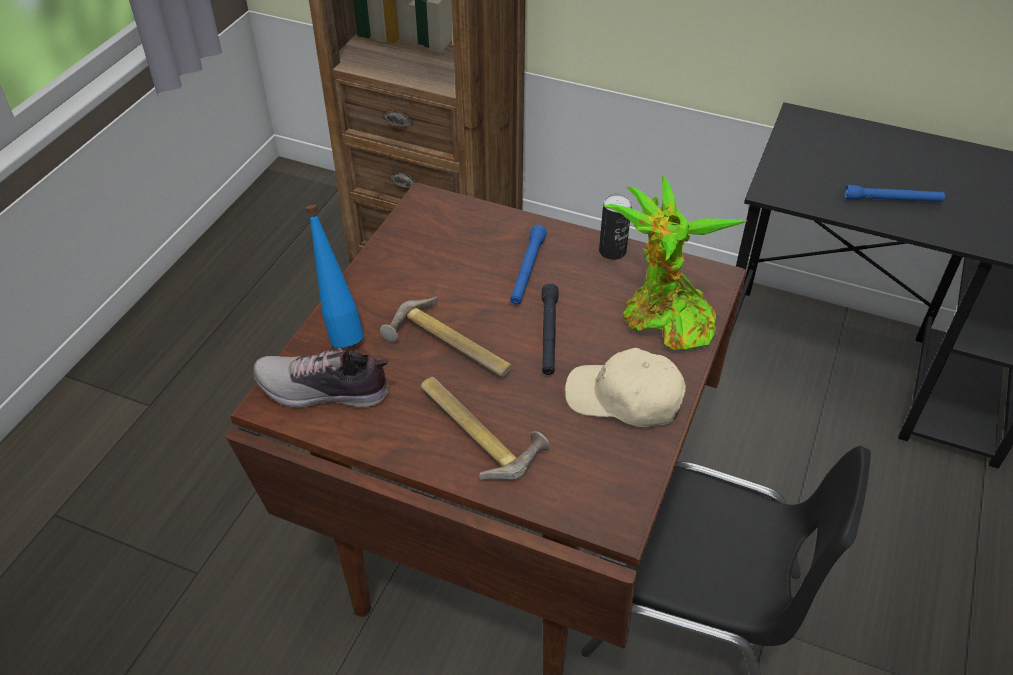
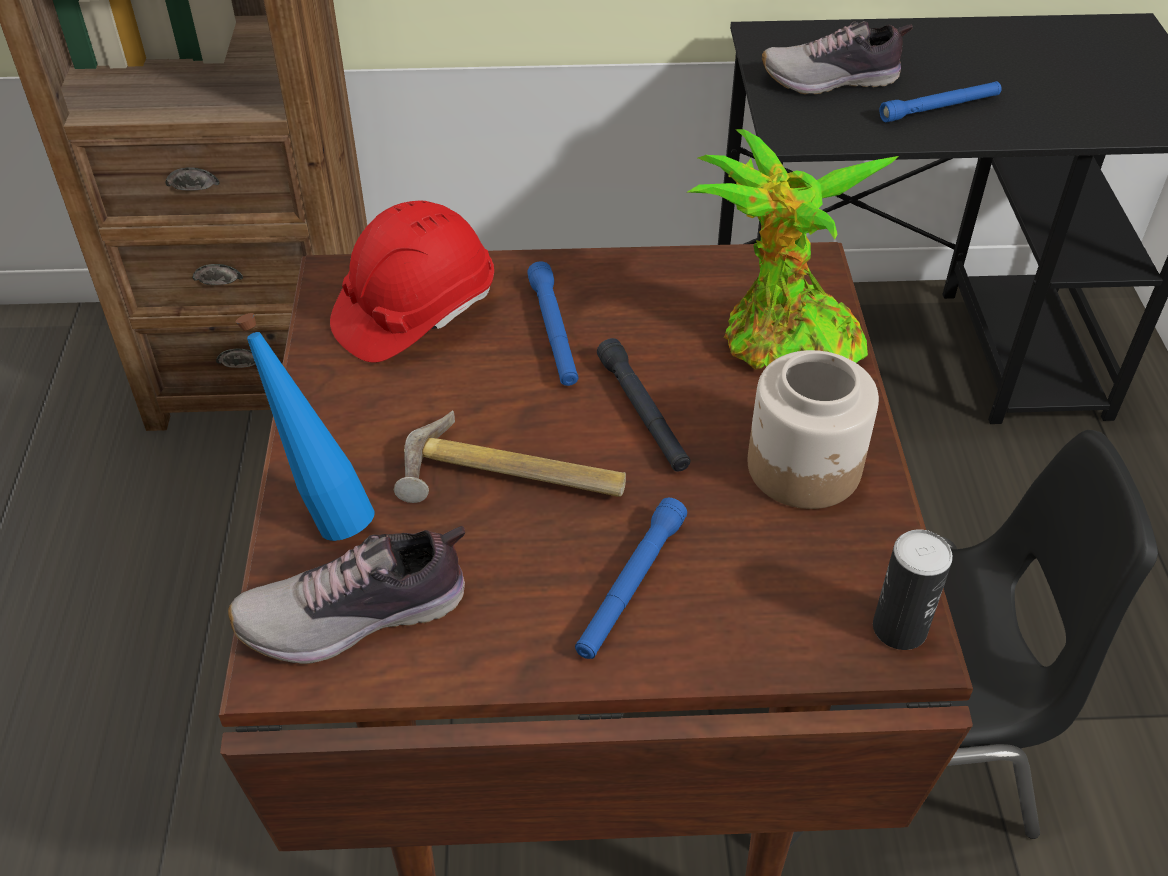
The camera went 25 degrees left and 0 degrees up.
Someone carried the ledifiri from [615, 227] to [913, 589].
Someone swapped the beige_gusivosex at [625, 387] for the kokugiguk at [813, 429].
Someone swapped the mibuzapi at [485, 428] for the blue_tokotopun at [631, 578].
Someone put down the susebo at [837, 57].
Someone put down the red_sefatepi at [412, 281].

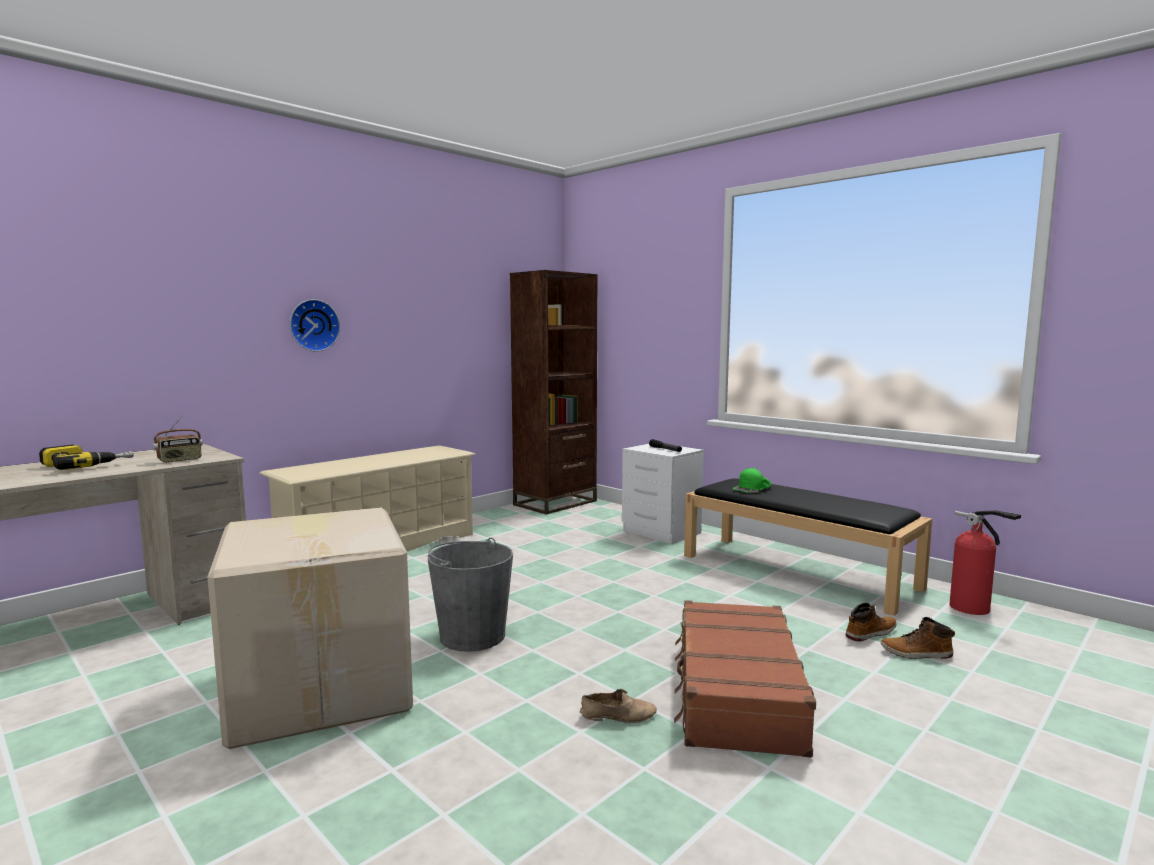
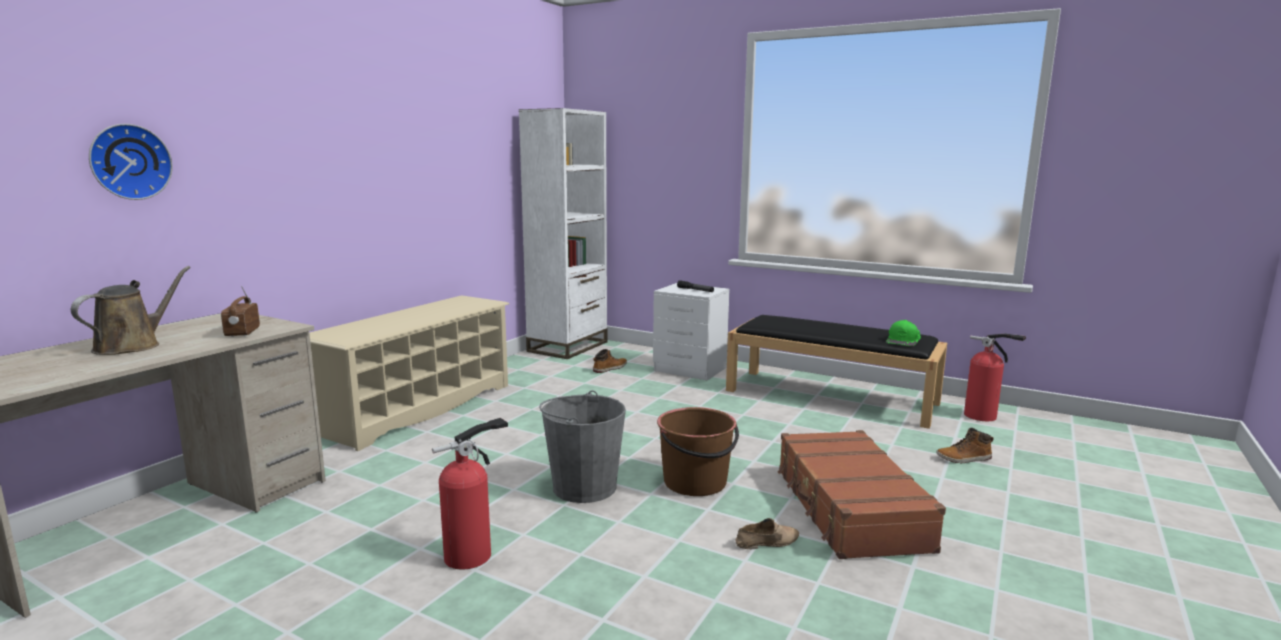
The camera went 15 degrees left and 5 degrees up.
Someone repainted the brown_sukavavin at [553, 392], which became the white_sukavavin at [563, 233].
Someone carried the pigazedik from [315, 325] to [131, 162].
Someone rotated the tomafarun at [178, 439] by 135 degrees clockwise.
Someone swapped the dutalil at [86, 457] for the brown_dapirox at [131, 310].
Someone carried the green_gusivosex from [751, 480] to [903, 333].
Someone swapped the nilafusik at [310, 628] for the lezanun at [470, 494].
Someone carried the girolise from [871, 622] to [610, 361].
Someone put down the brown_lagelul at [698, 451].

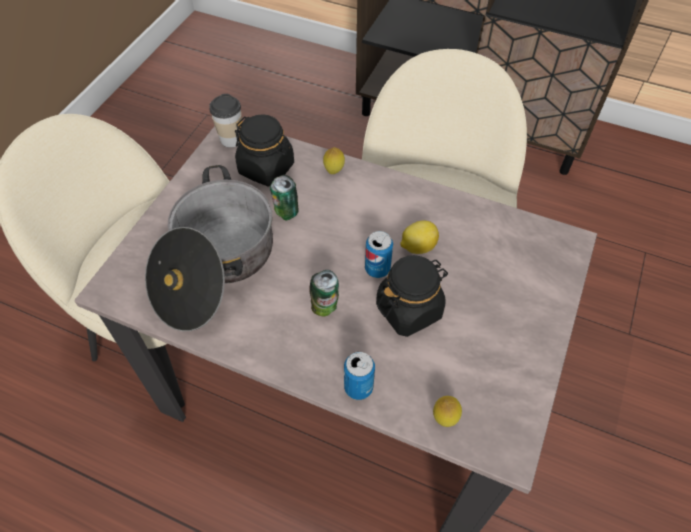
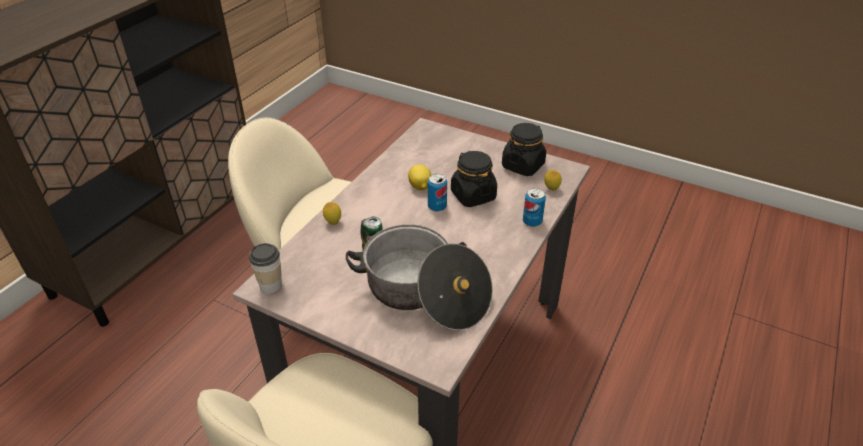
The camera went 85 degrees left and 15 degrees down.
Someone carried the black_kokugiguk from [264, 150] to [524, 149].
Someone took away the ledifiri at [324, 293].

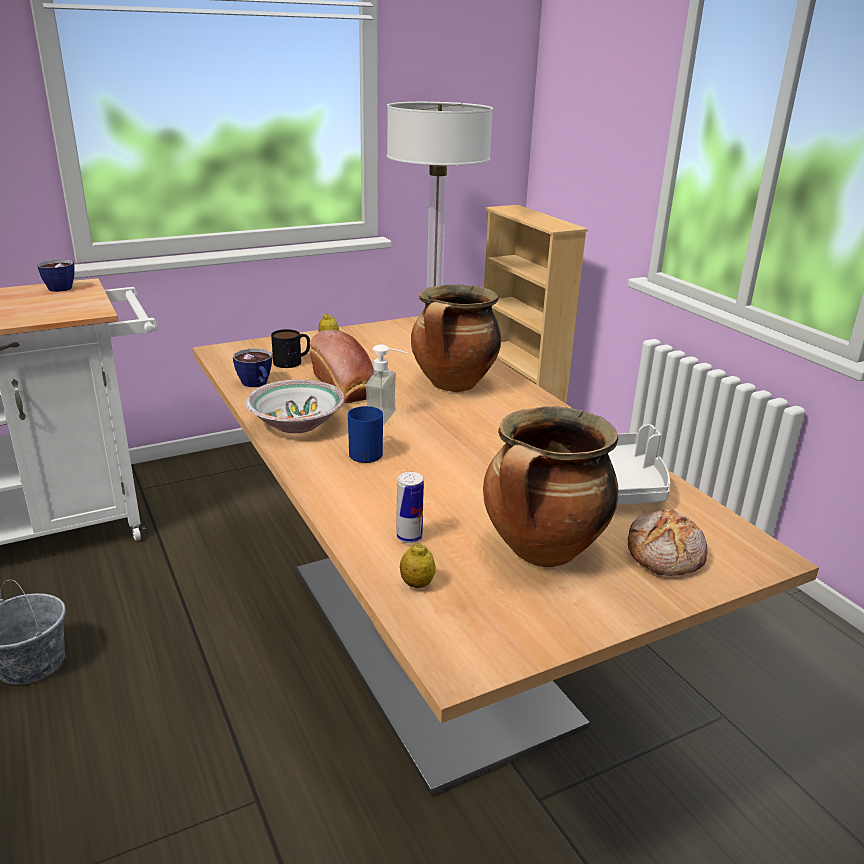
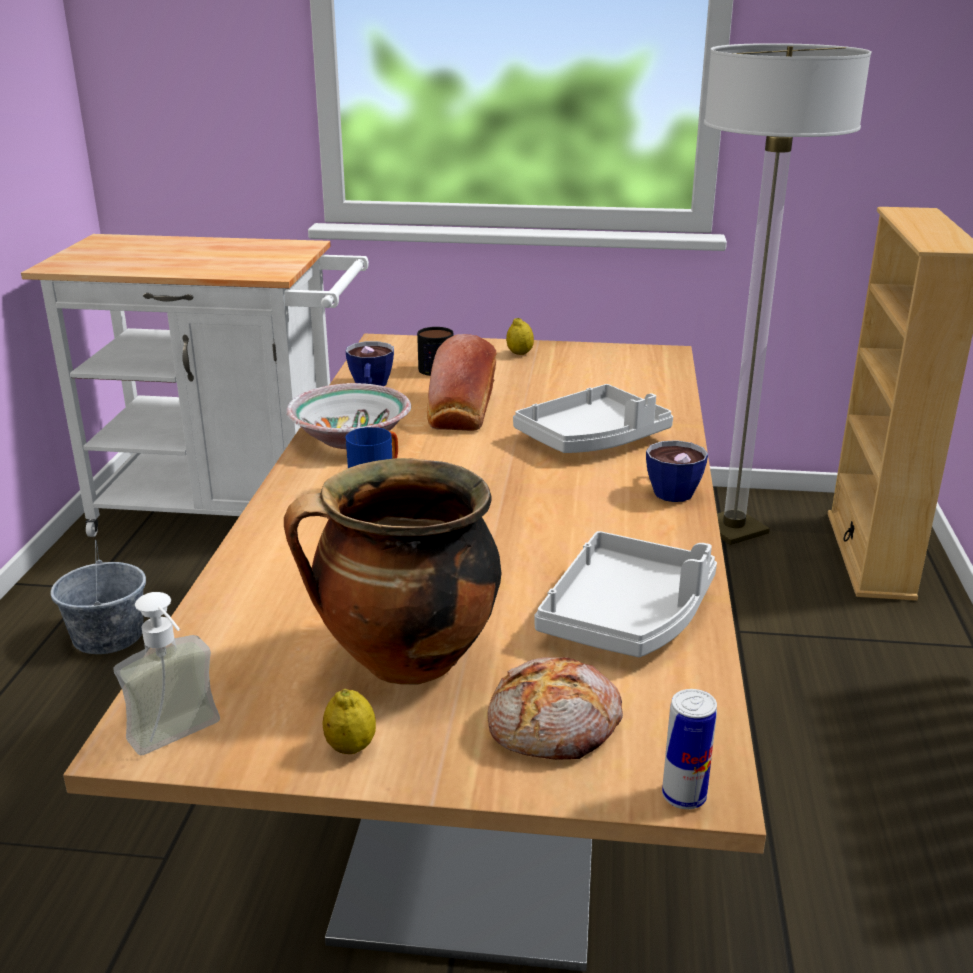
The camera went 35 degrees right and 0 degrees up.
Someone carried the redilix from [56, 276] to [677, 471].
Someone swapped the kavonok at [456, 338] for the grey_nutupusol at [593, 418].
Someone carried the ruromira from [386, 385] to [166, 673].
Someone carried the ledifiri from [410, 507] to [689, 749].
Someone carried the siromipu from [418, 566] to [349, 721].

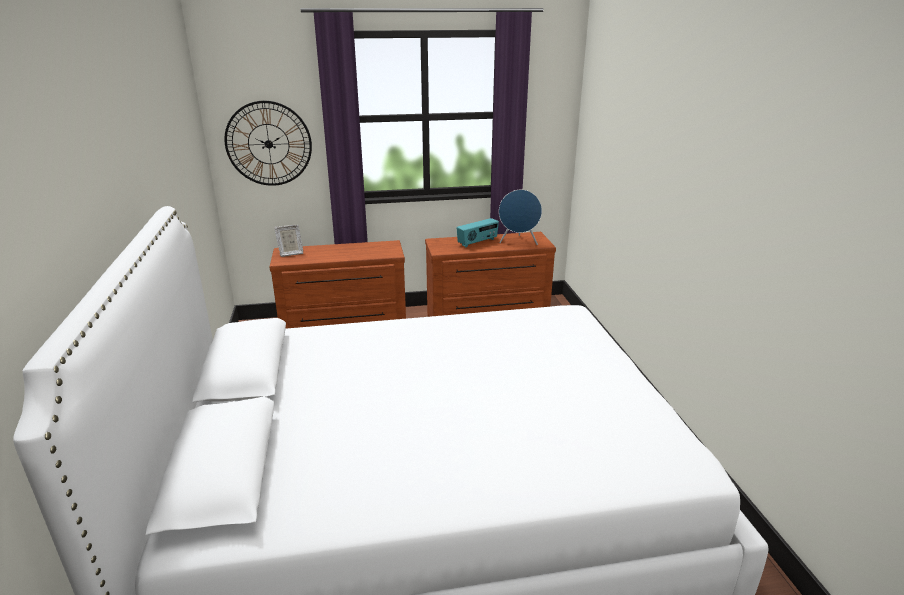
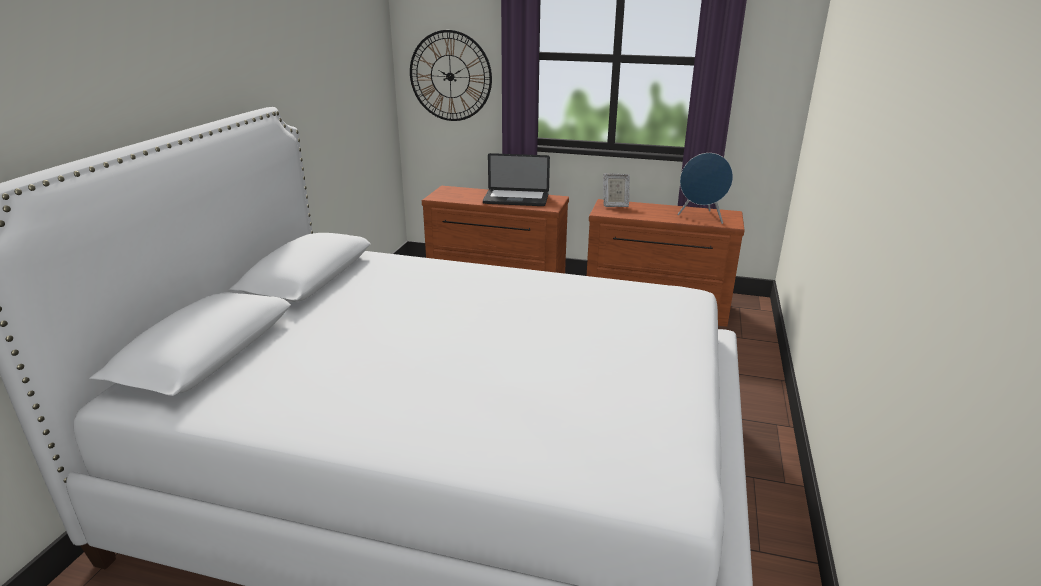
The camera went 25 degrees right and 0 degrees up.
Someone took away the tomafarun at [477, 232].
Someone carried the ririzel from [288, 241] to [616, 190].
Someone put down the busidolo at [516, 179].

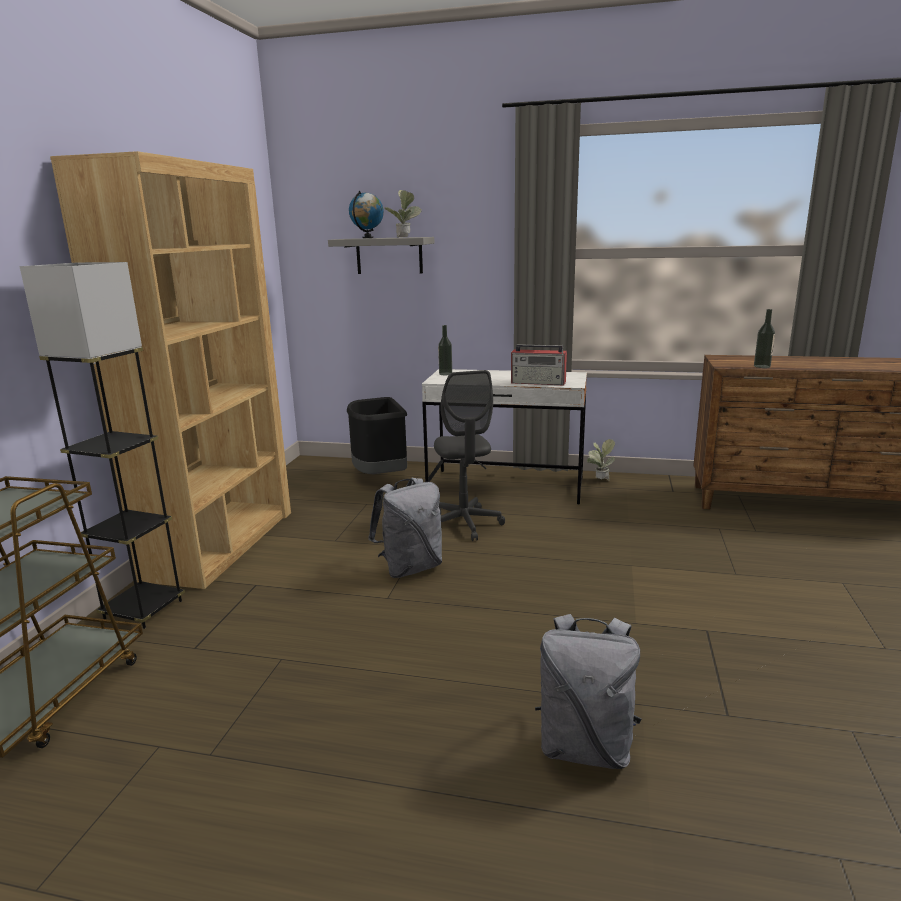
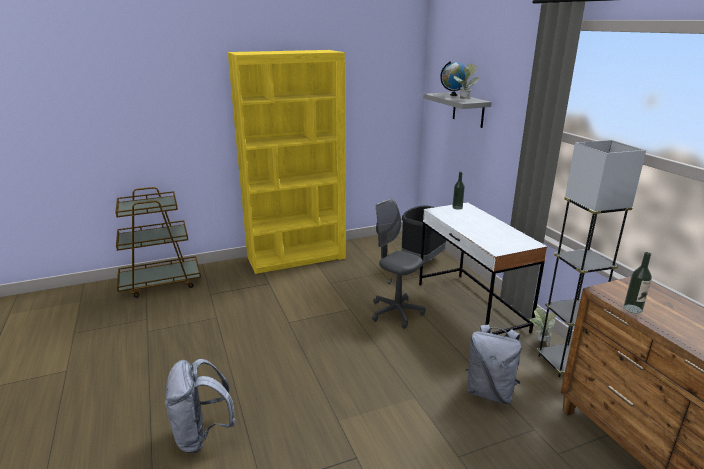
The camera went 55 degrees right and 5 degrees up.
Someone repainted the brown_sukavavin at [170, 370], which became the yellow_sukavavin at [287, 162].
Someone carried the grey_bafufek from [102, 445] to [591, 258].
Someone took away the tomafarun at [539, 365].
Someone rotated the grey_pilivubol at [469, 455] by 90 degrees clockwise.
Someone carried the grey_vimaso from [405, 528] to [494, 364].

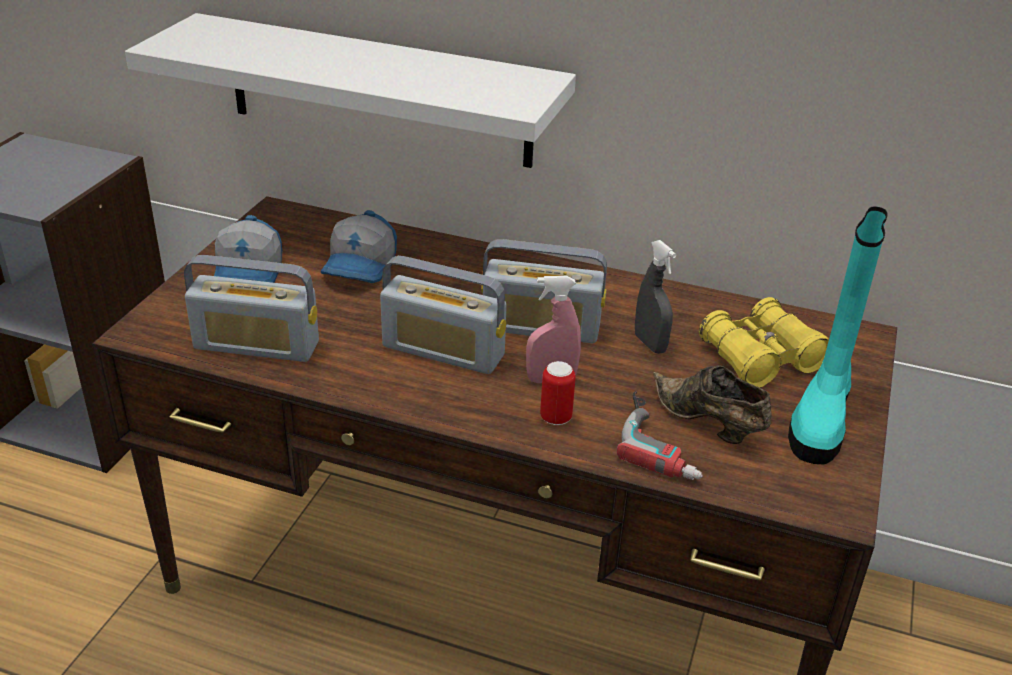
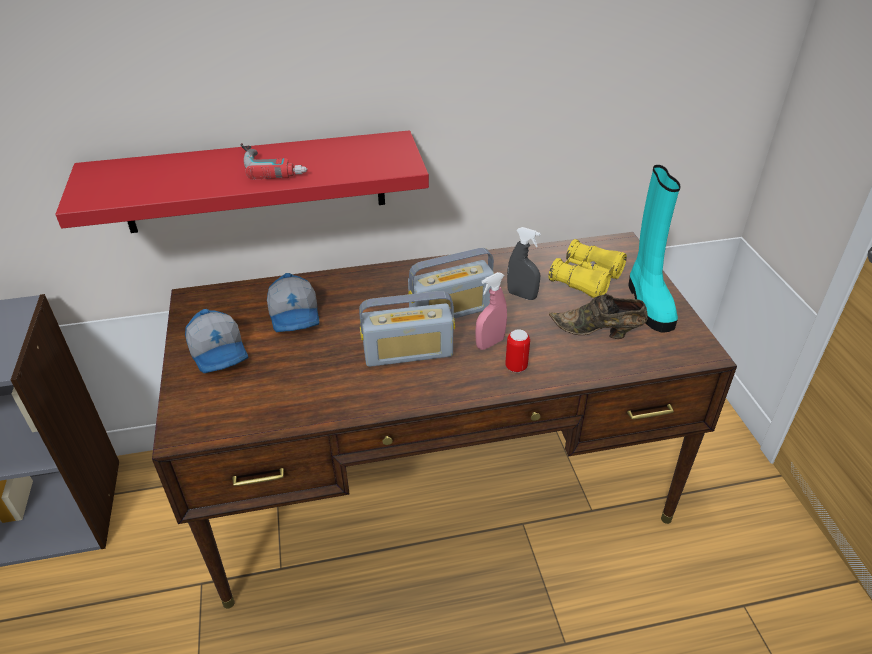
The camera went 30 degrees left and 5 degrees up.
Someone repainted the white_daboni at [350, 90], which became the red_daboni at [242, 181].
Someone took away the tomafarun at [251, 308].
Someone carried the dutalil from [660, 435] to [273, 161].

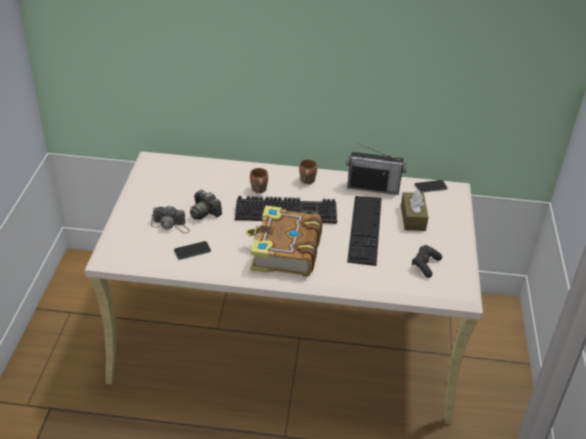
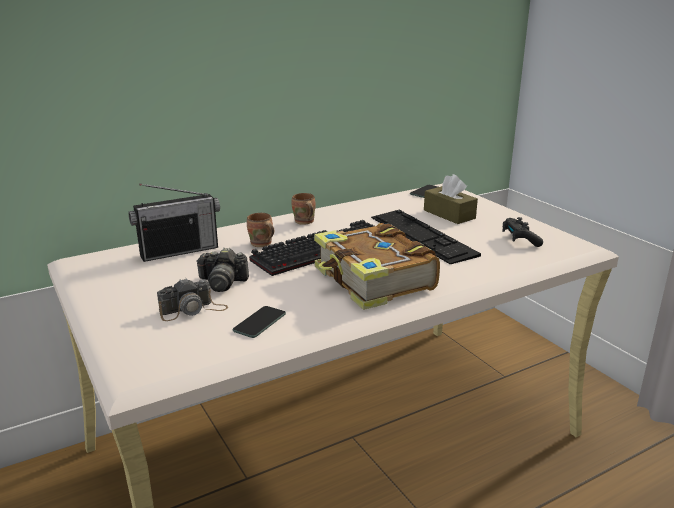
The camera went 35 degrees left and 15 degrees down.
Someone carried the tomafarun from [376, 169] to [174, 223].

